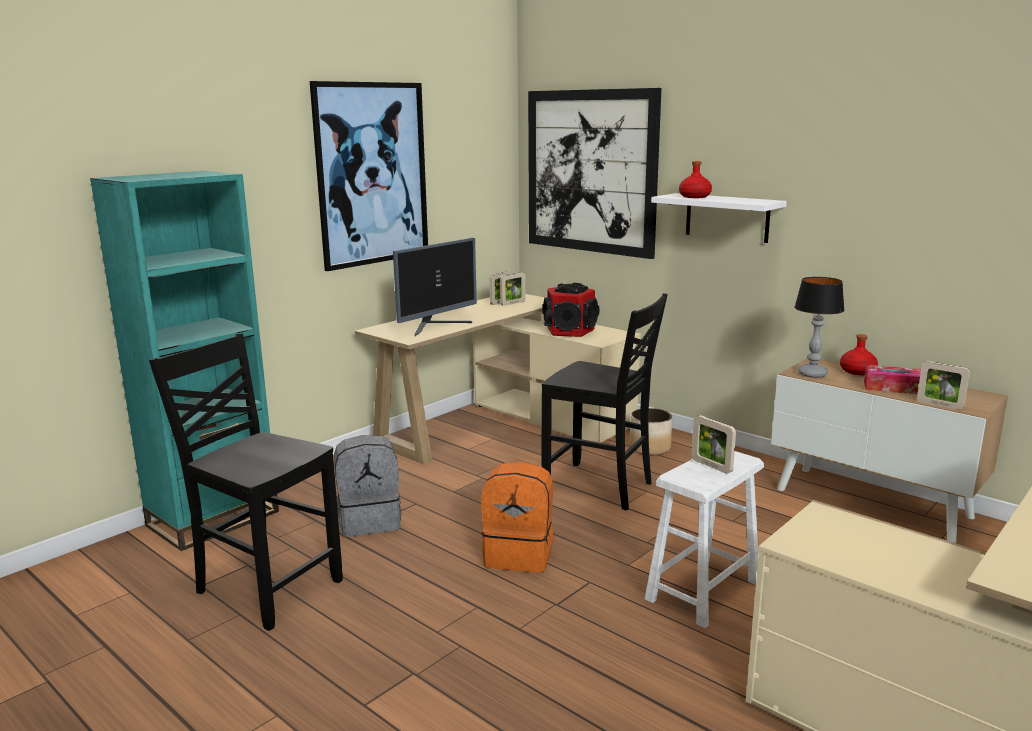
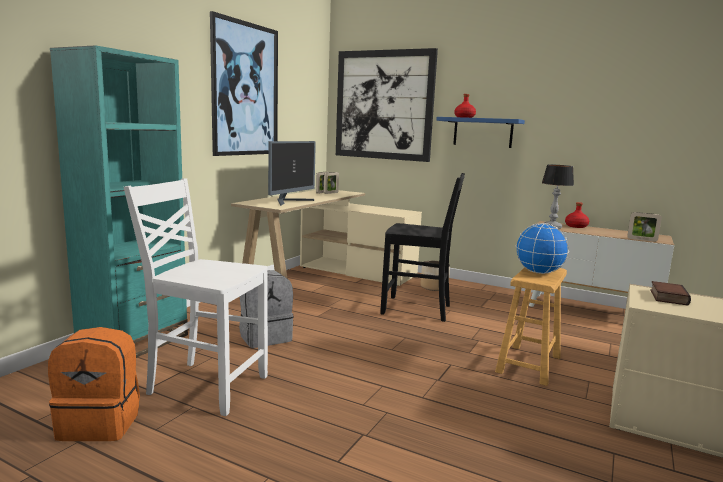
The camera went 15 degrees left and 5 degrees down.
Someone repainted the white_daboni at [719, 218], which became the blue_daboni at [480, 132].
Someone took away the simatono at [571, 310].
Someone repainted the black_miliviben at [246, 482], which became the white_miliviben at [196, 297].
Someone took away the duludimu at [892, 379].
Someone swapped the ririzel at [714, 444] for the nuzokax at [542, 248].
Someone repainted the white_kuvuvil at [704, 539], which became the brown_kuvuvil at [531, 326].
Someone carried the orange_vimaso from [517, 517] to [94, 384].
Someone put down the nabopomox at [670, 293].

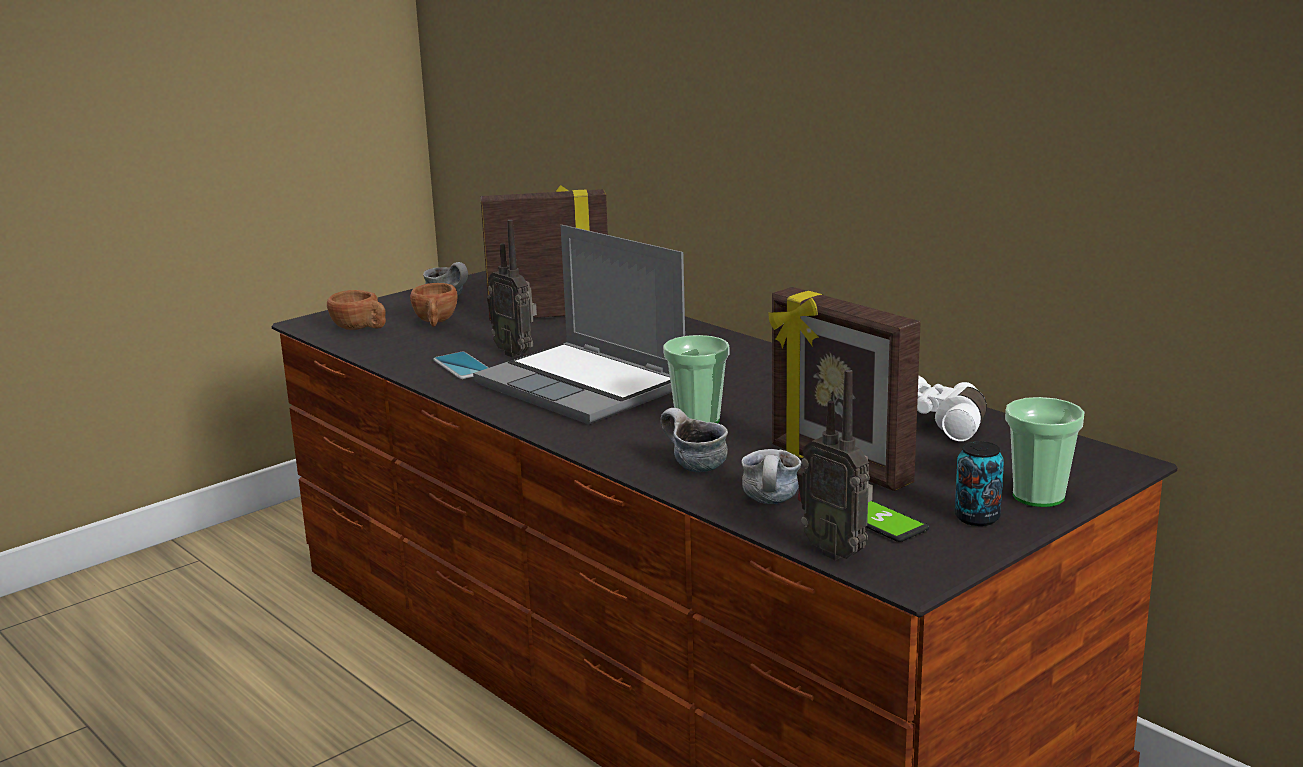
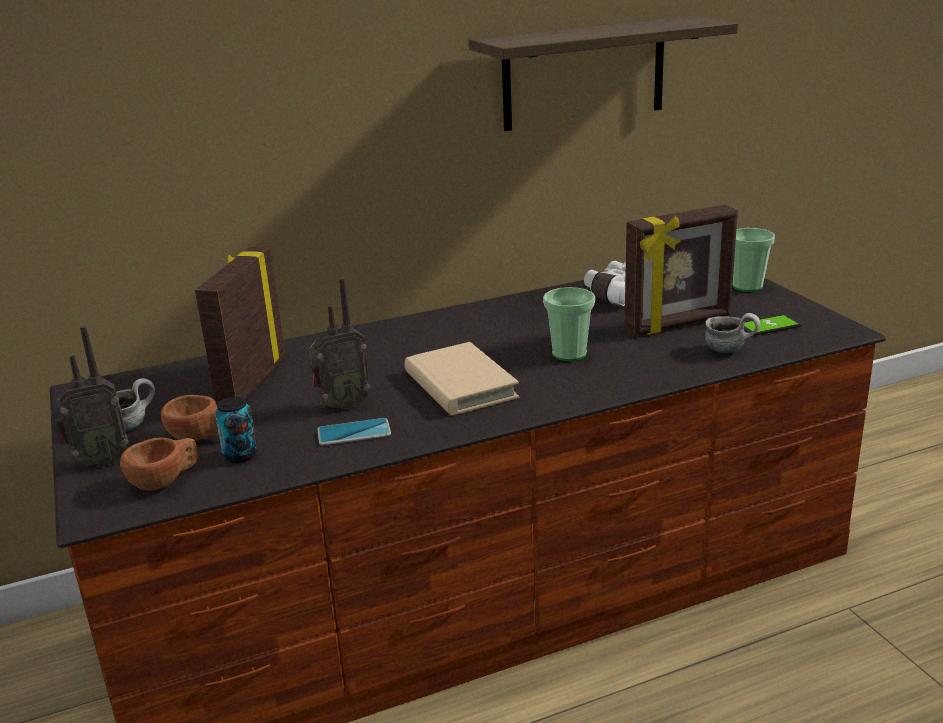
The camera went 70 degrees left and 5 degrees up.
Someone swapped the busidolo at [579, 324] for the beige_nabopomox at [461, 379].
Someone carried the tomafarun from [835, 465] to [92, 397].
Someone took away the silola at [694, 440].
Someone carried the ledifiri from [979, 483] to [236, 430].
Someone put up the daboni at [603, 73].

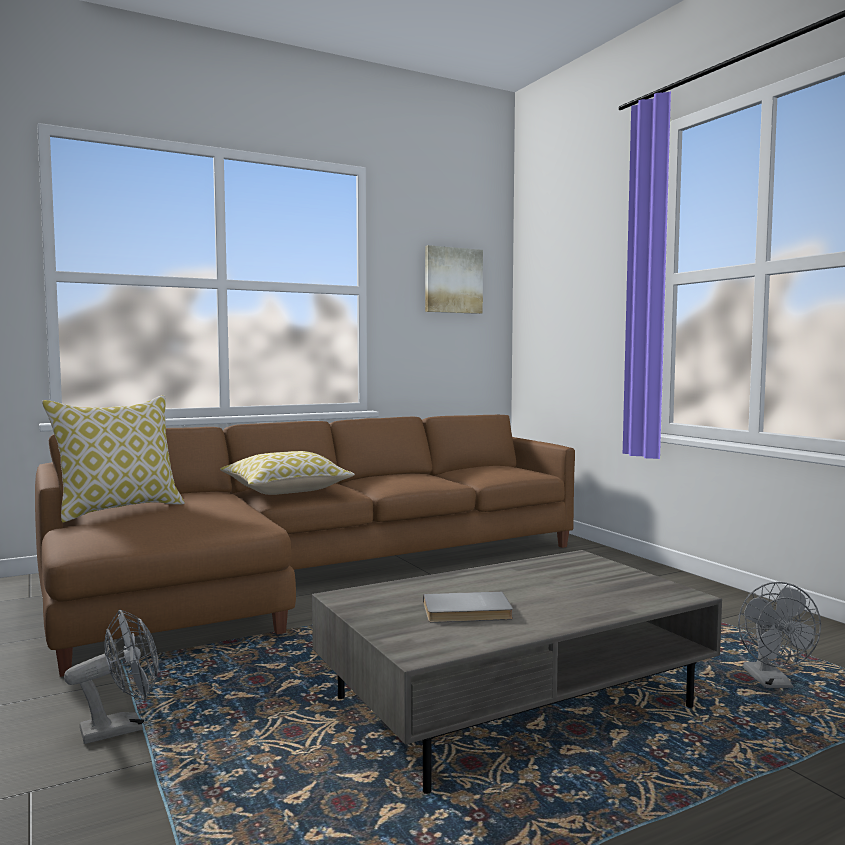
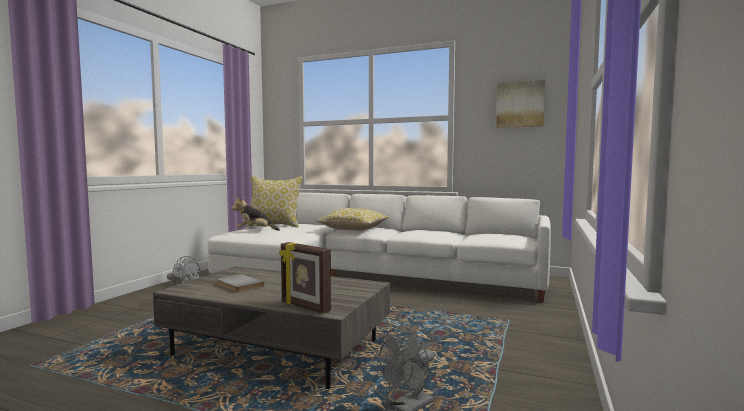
The camera went 50 degrees right and 0 degrees up.
Someone repainted the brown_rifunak at [305, 546], which became the white_rifunak at [379, 247].
Someone put down the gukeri at [256, 214].
Someone put down the ririzel at [305, 277].

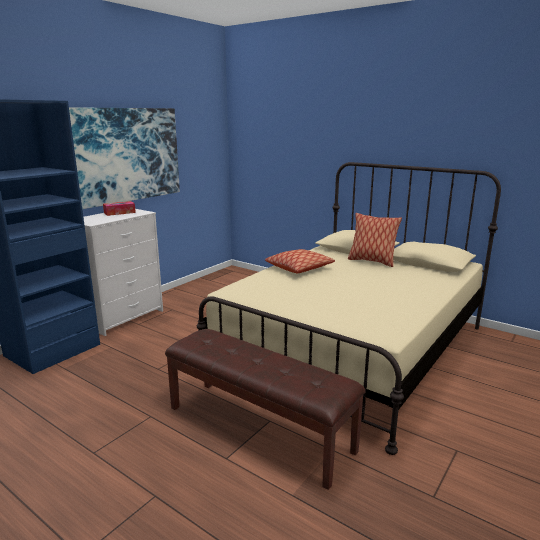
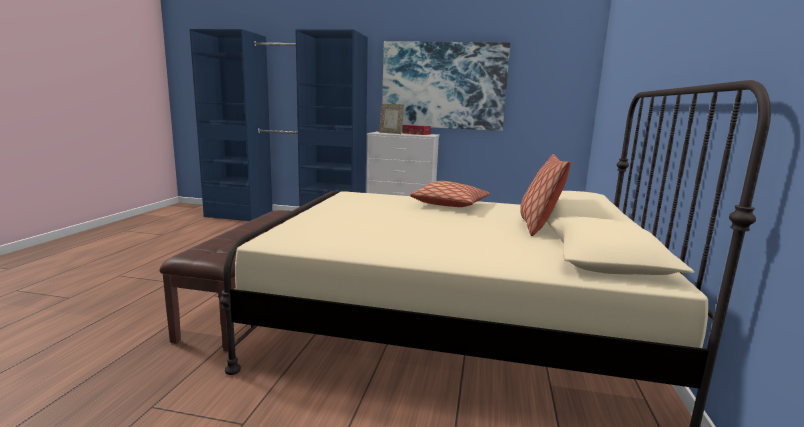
The camera went 65 degrees right and 5 degrees down.
Someone put down the ririzel at [391, 119].

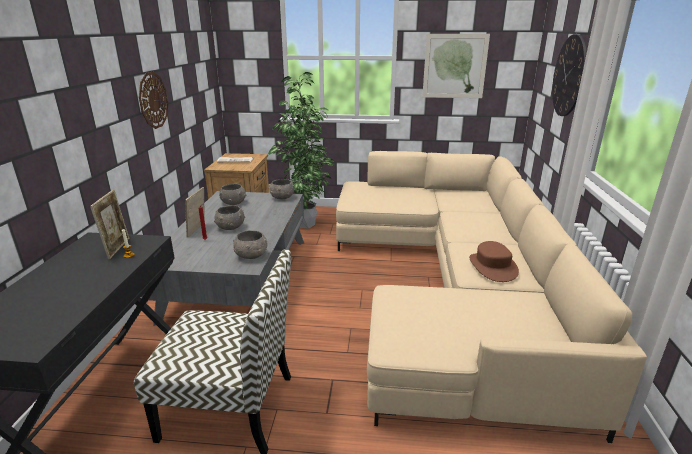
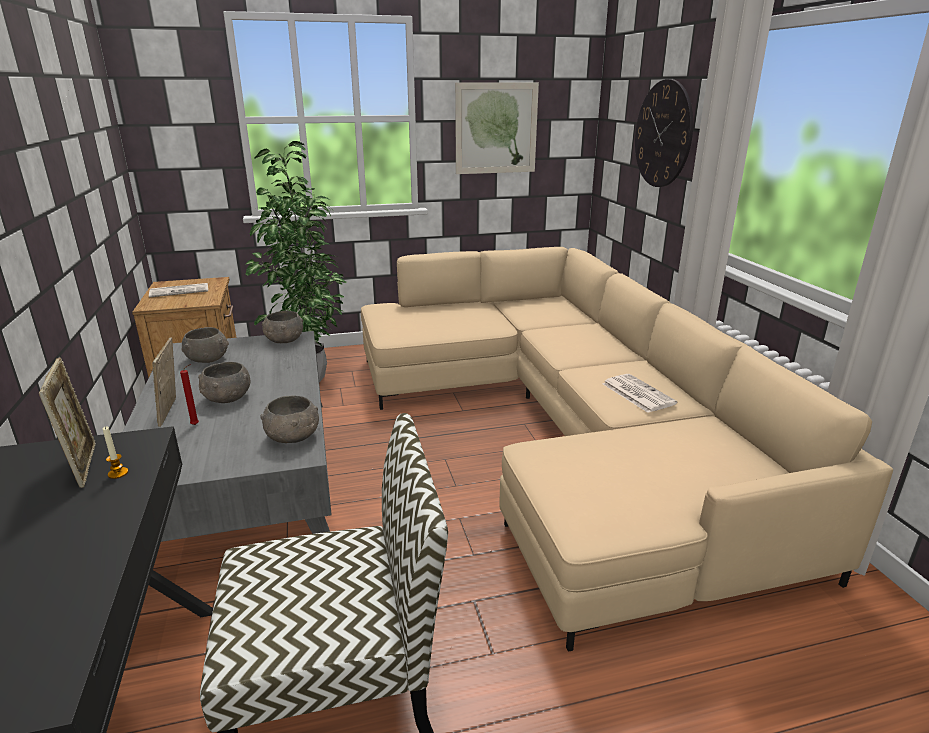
The camera went 20 degrees left and 0 degrees up.
Someone took away the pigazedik at [153, 100].
Someone swapped the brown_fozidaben at [494, 261] for the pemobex at [640, 393].

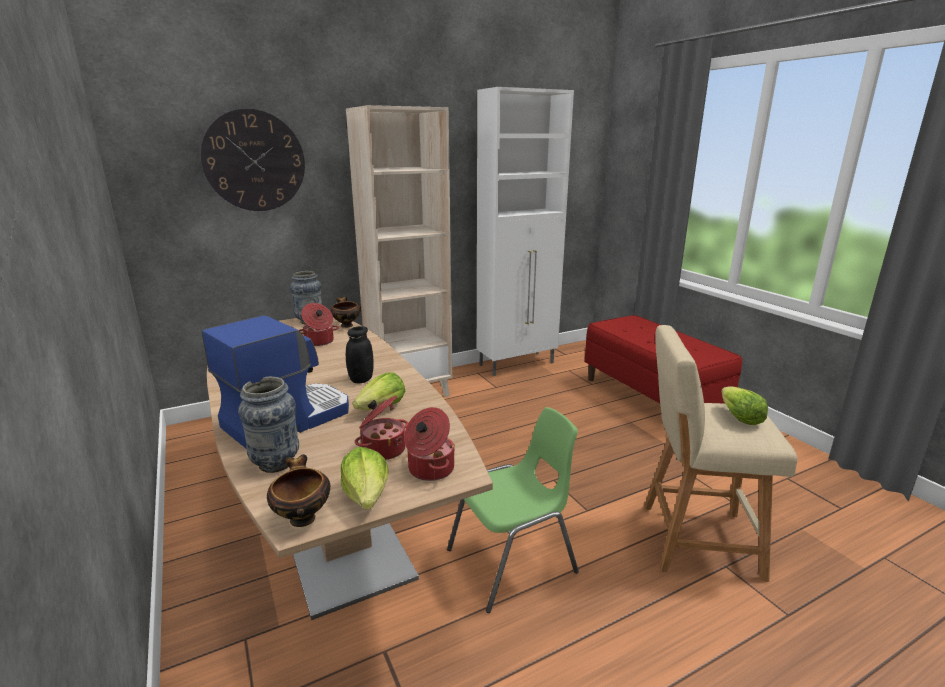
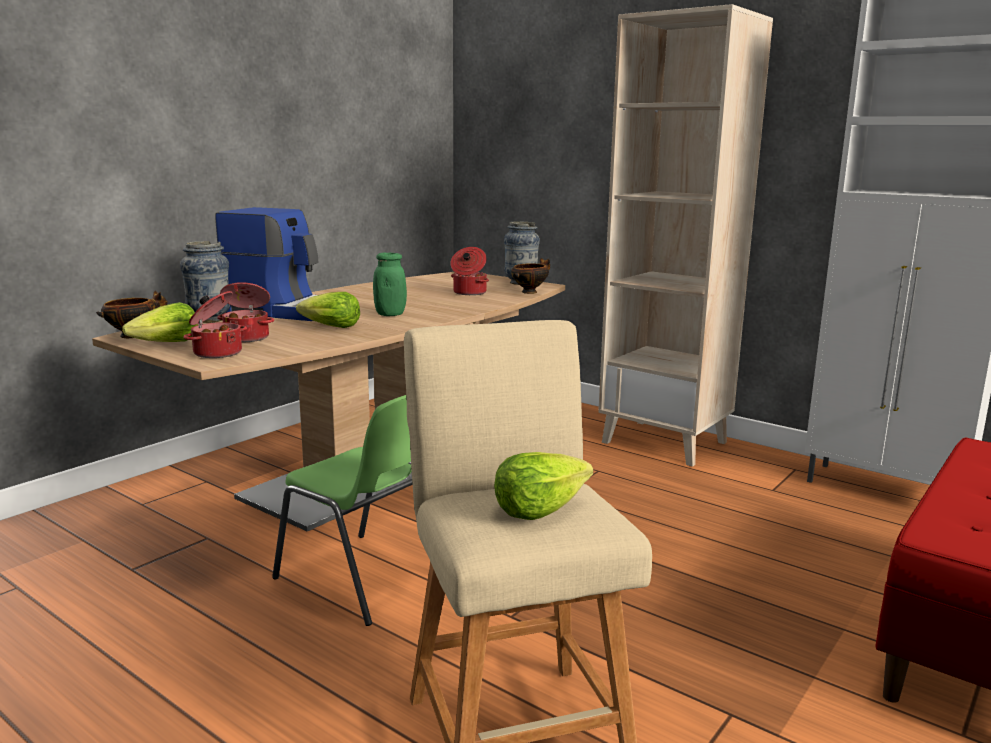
The camera went 65 degrees right and 5 degrees down.
Someone took away the pigazedik at [253, 160].
Someone repainted the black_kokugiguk at [360, 354], which became the green_kokugiguk at [390, 284].

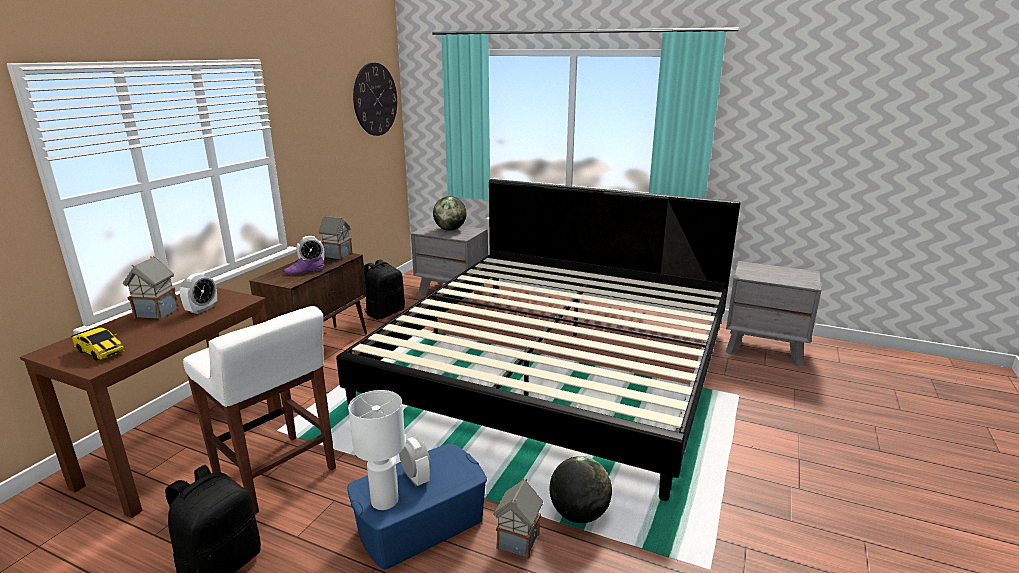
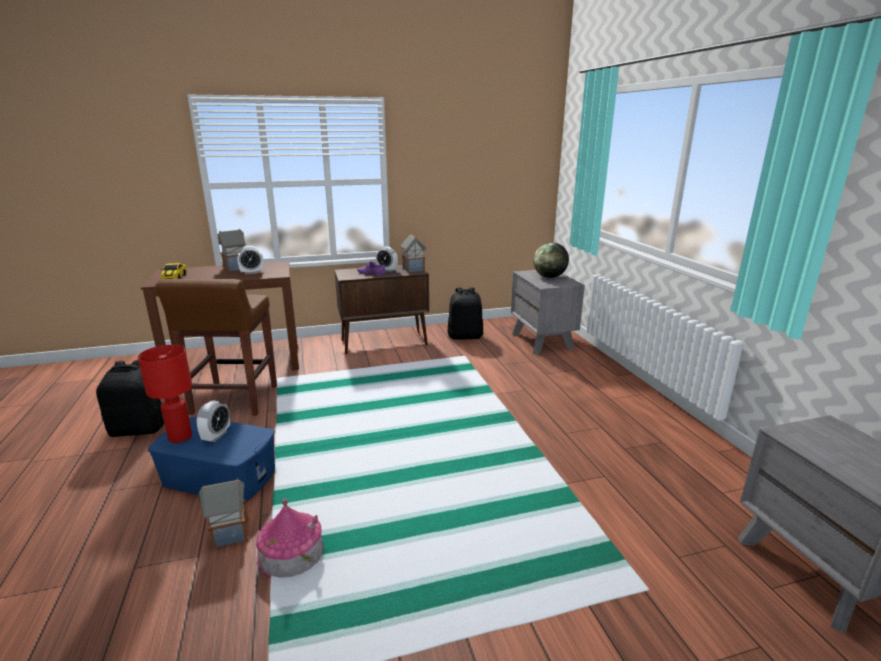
The camera went 50 degrees right and 0 degrees up.
Someone took away the pigazedik at [375, 99].
Someone took away the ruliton at [538, 340].
Someone repainted the white_kuvuvil at [259, 410], which became the brown_kuvuvil at [216, 347].
Someone repainted the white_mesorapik at [376, 450], which became the red_mesorapik at [165, 394].
Someone swapped the nuzokax at [581, 489] for the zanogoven at [290, 538].

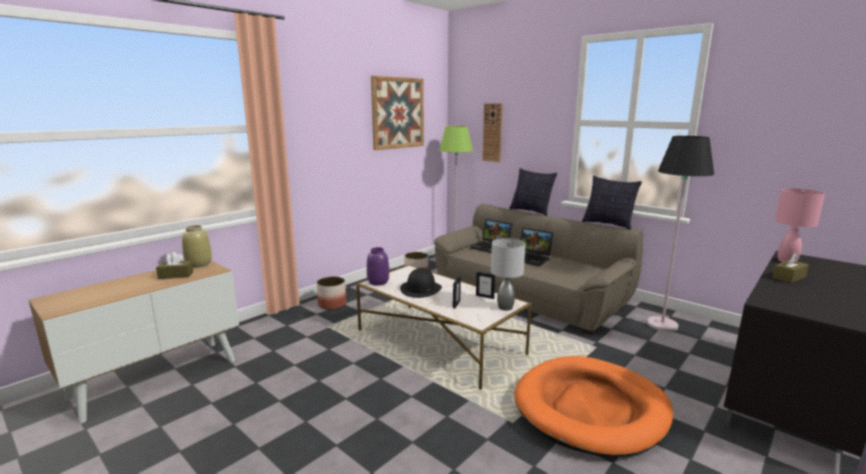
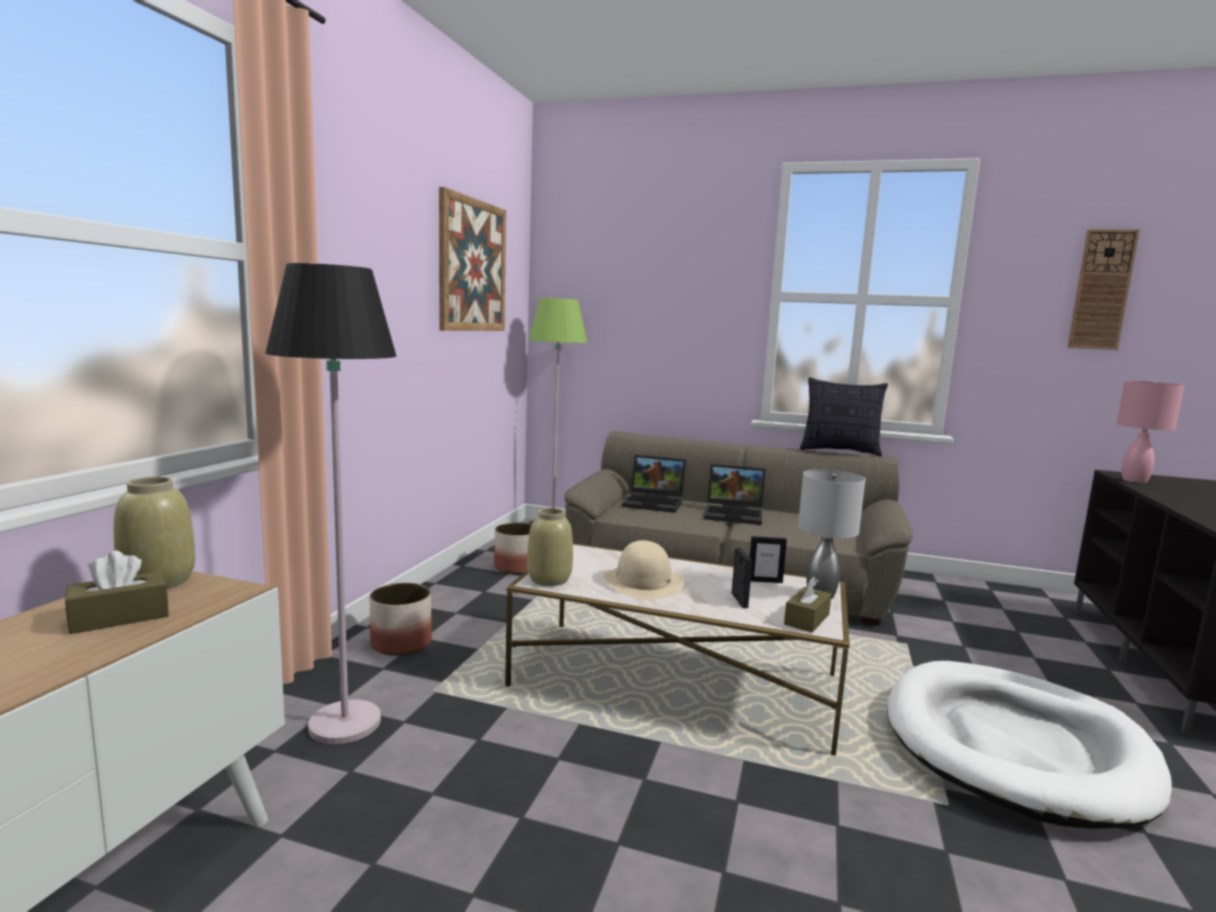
The camera went 25 degrees left and 5 degrees down.
Someone carried the pigazedik from [492, 132] to [1104, 289].
Someone carried the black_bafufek from [680, 234] to [330, 503].
Someone took away the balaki at [533, 192].
Someone repainted the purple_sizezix at [378, 266], which became the beige_sizezix at [550, 547].
Someone carried the brown_duludimu from [790, 267] to [807, 605].
Someone repainted the black_fozidaben at [421, 283], which became the beige_fozidaben at [644, 569].
Someone repainted the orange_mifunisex at [593, 406], which became the white_mifunisex at [1029, 745].

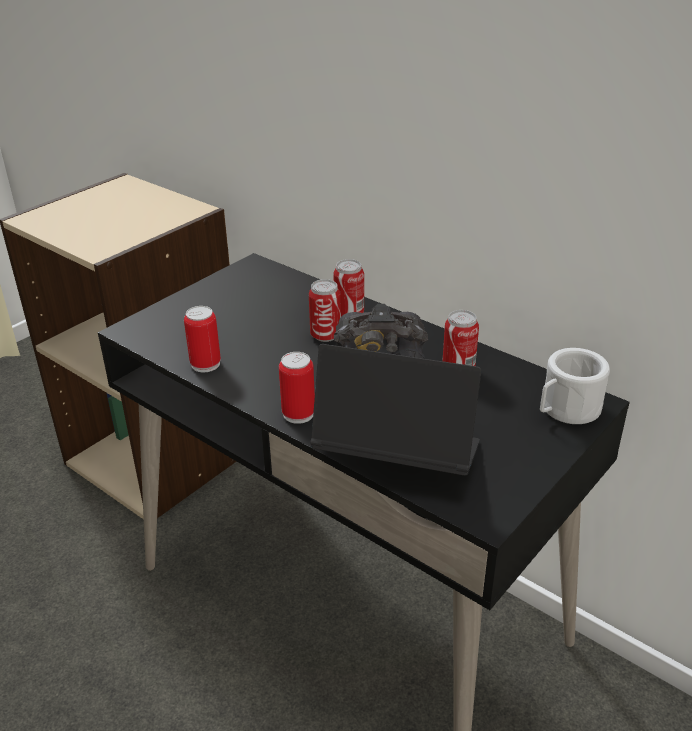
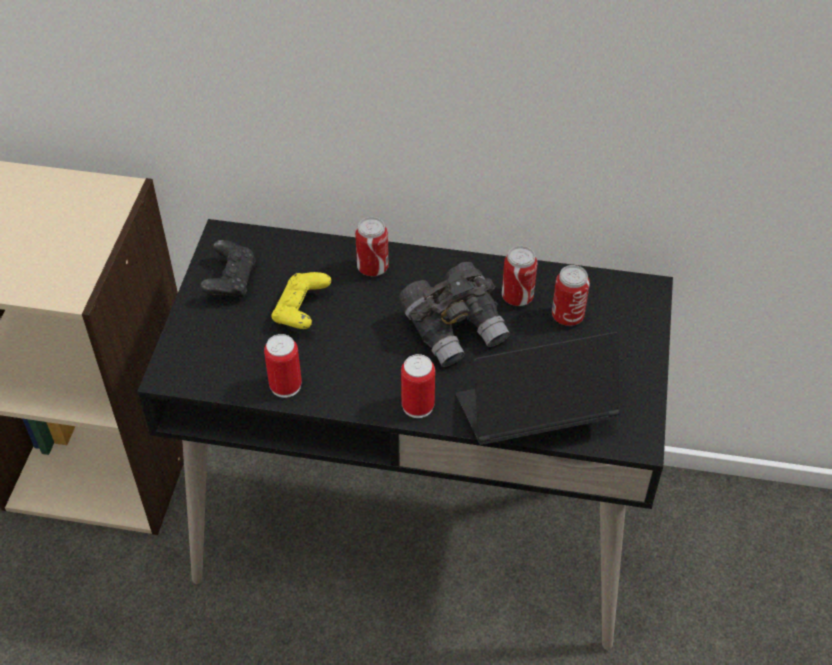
The camera went 30 degrees left and 15 degrees up.
Someone carried the ledifiri from [325, 310] to [571, 295].
Someone took away the white_silola at [575, 386].
Someone put down the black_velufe at [228, 269].
Someone put down the yellow_velufe at [301, 300].

